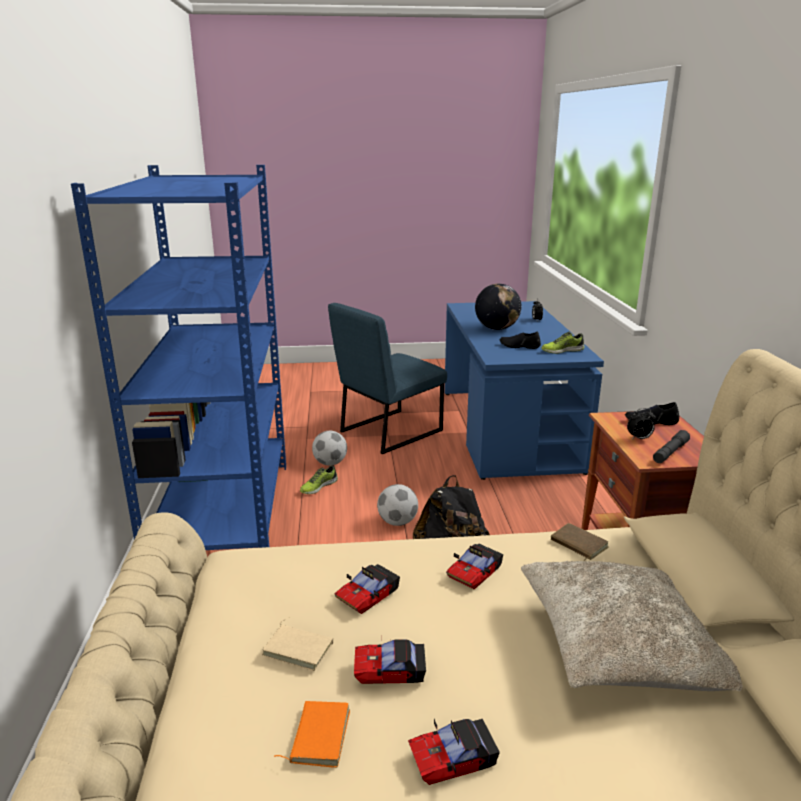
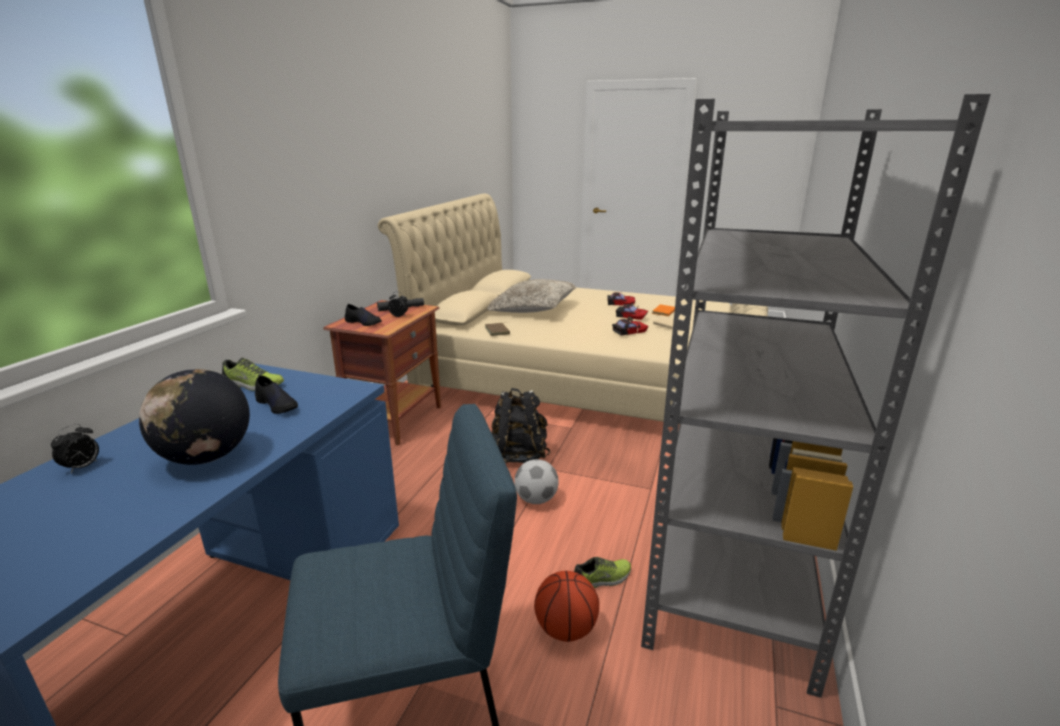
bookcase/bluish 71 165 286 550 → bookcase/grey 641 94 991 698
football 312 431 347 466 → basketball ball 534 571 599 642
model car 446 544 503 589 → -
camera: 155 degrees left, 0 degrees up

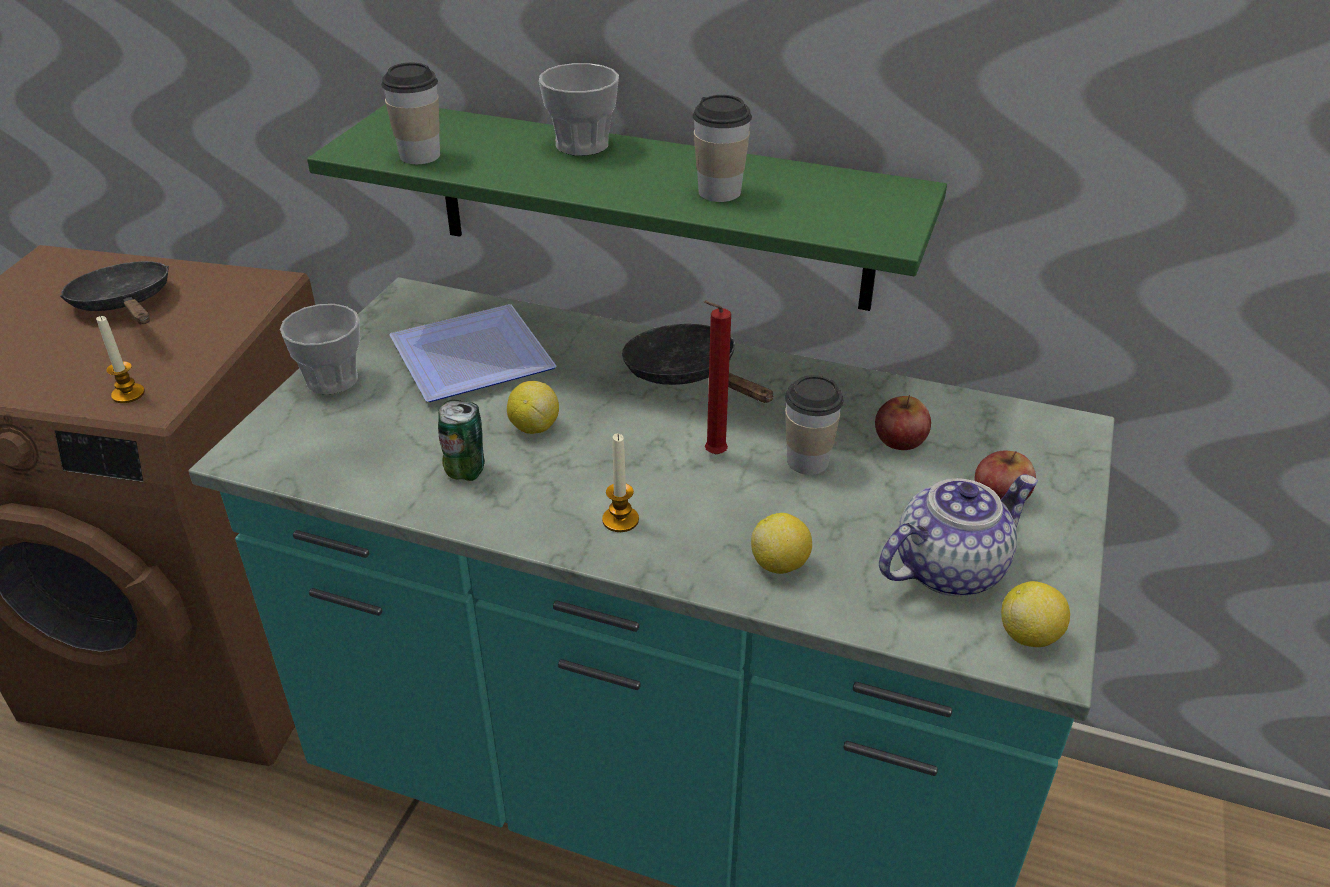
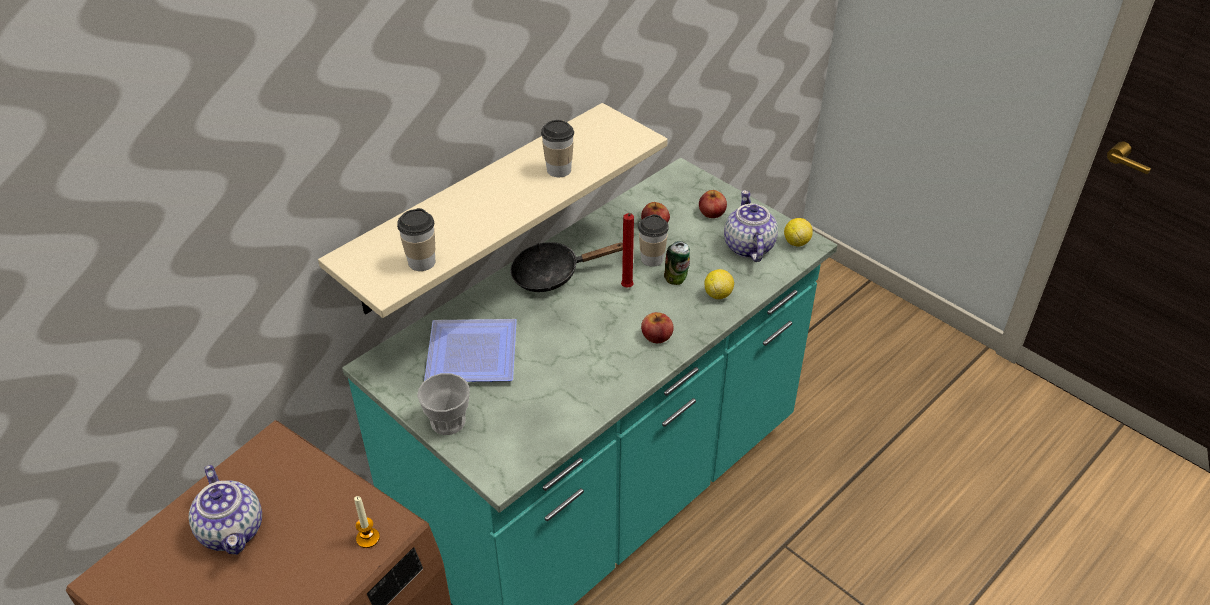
small cup 539 63 619 156 → -
bracket shelf/green-coloured 307 104 947 311 → bracket shelf/sand-coloured 318 103 668 318
pan/blackish 60 261 169 324 → teapot 189 465 262 555
whole lemon 507 381 559 434 → -
metal can 438 400 485 481 → metal can 664 241 690 285, moved
wax light 602 434 639 532 → apple 641 312 674 343
camera: 65 degrees left, 5 degrees up

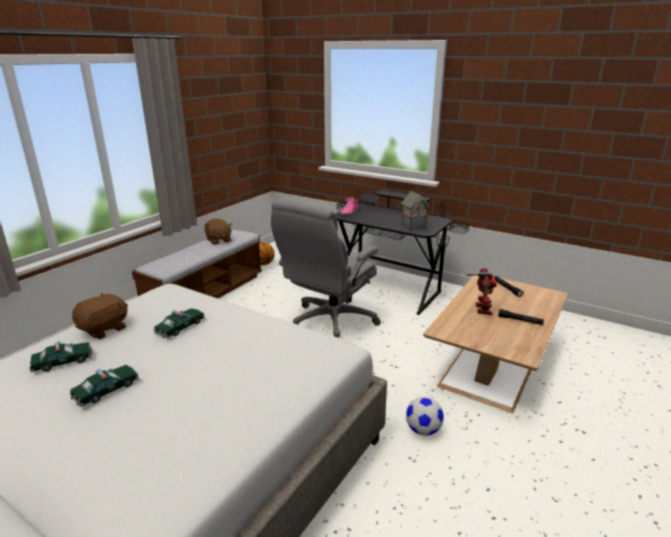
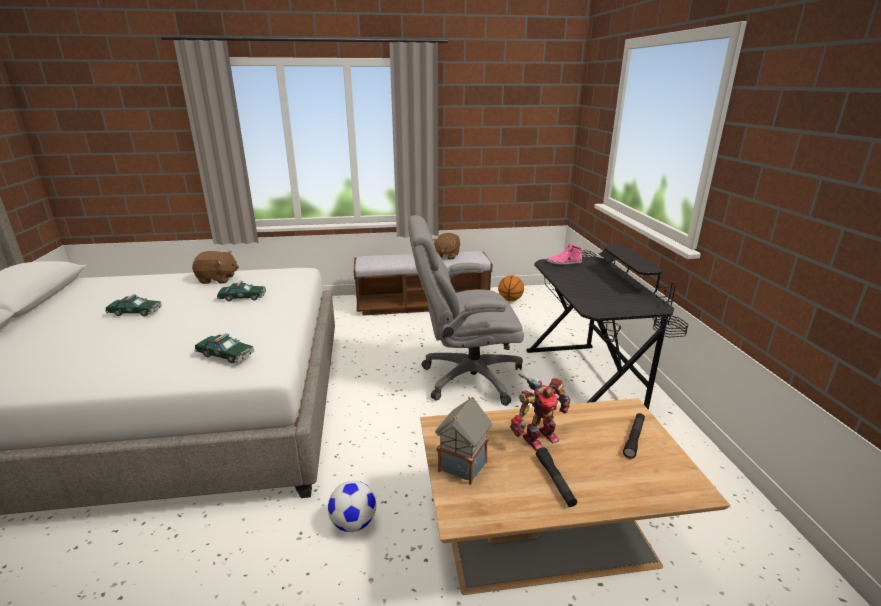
miniature house 401 191 429 231 → miniature house 435 397 492 485, moved
model car 29 342 93 372 → model car 194 333 254 363, moved
camera: 50 degrees right, 0 degrees up

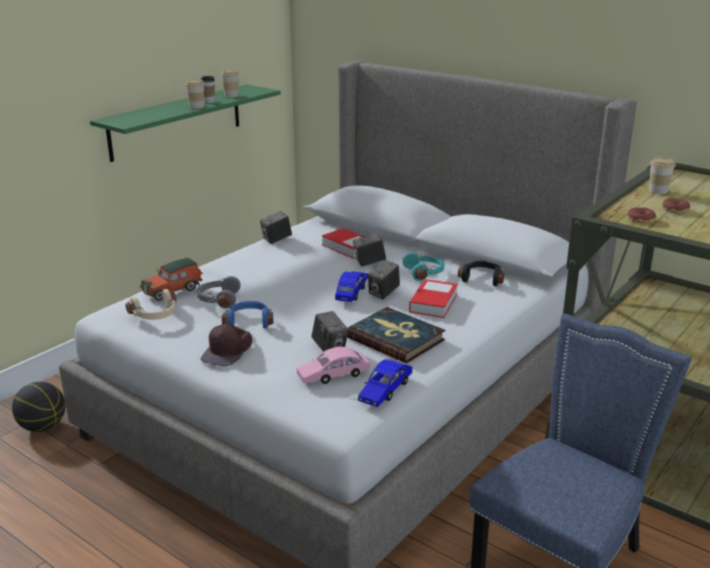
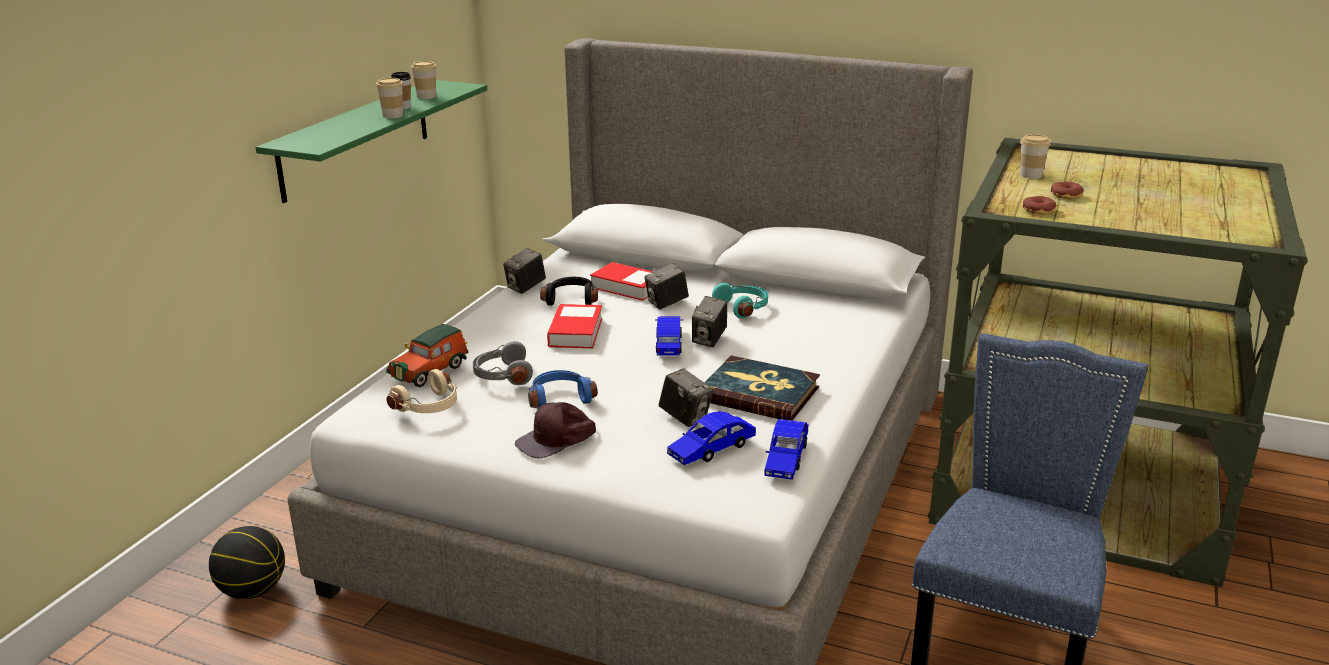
headphones/blackish 458 261 504 286 → headphones/blackish 540 277 598 306, moved
book 409 279 458 318 → book 547 304 602 348, moved
peaked cap/brown-coloured 200 323 252 366 → peaked cap/brown-coloured 515 402 596 458, 45 degrees clockwise
model car/pink-coloured 297 347 370 384 → model car/bluish 667 411 756 465
camera: 15 degrees left, 0 degrees up

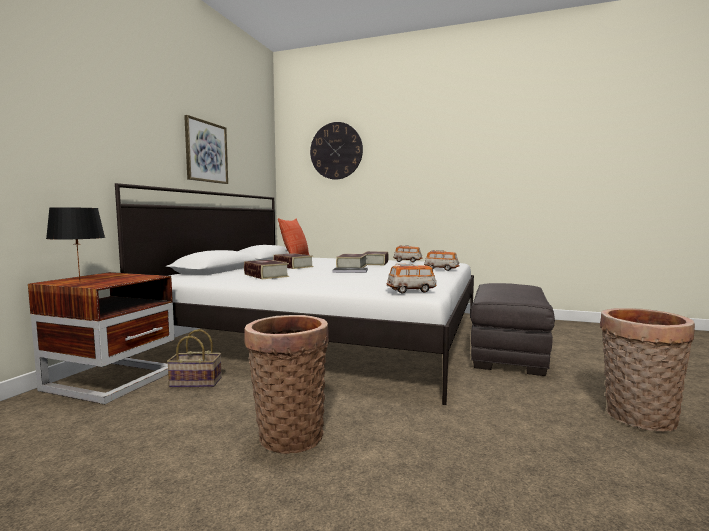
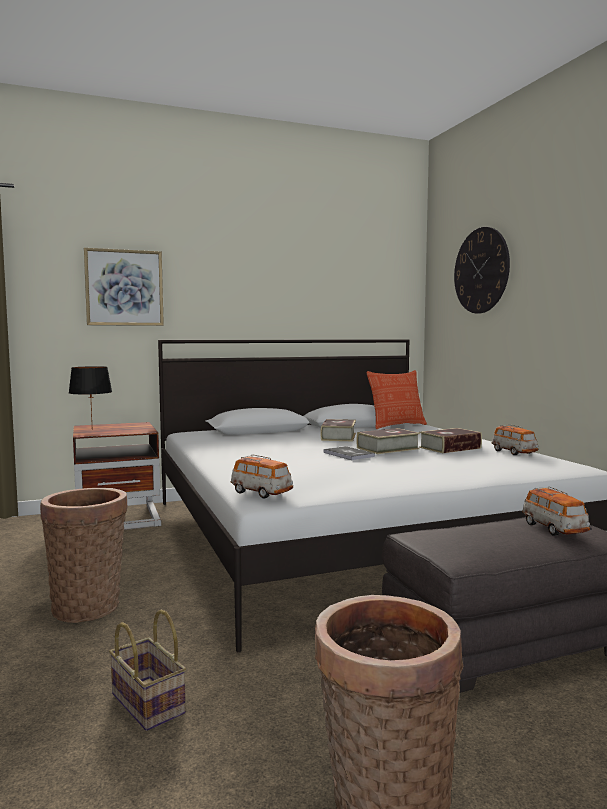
wall picture 184 115 228 184 → wall picture 84 248 164 326, moved
model car 424 250 460 271 → model car 522 486 590 536, moved
book 244 260 289 279 → -
basket 167 329 221 387 → basket 109 610 186 731, moved
camera: 50 degrees right, 0 degrees up

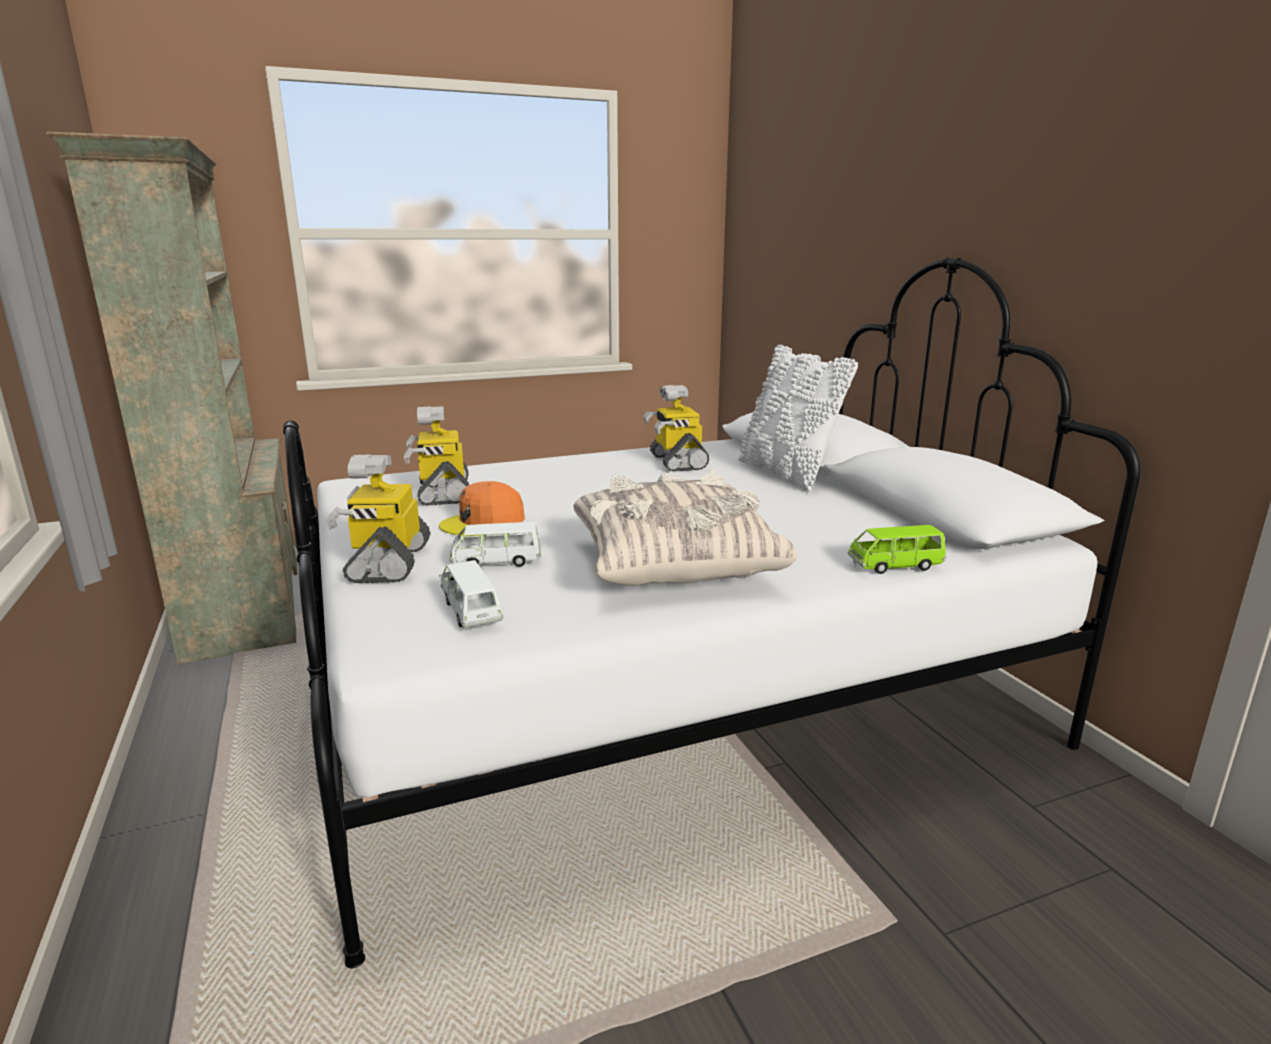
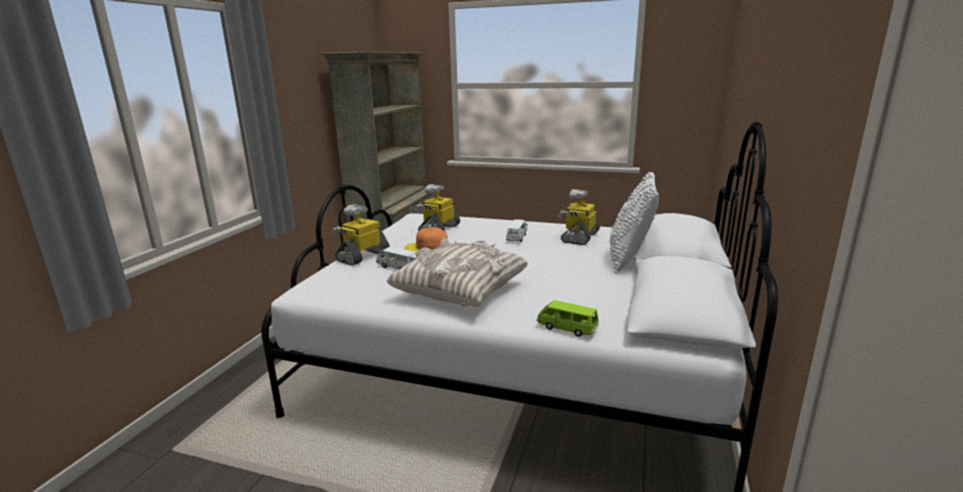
model car/white 439 560 503 628 → model car/white 506 219 528 242, moved
camera: 40 degrees right, 0 degrees up

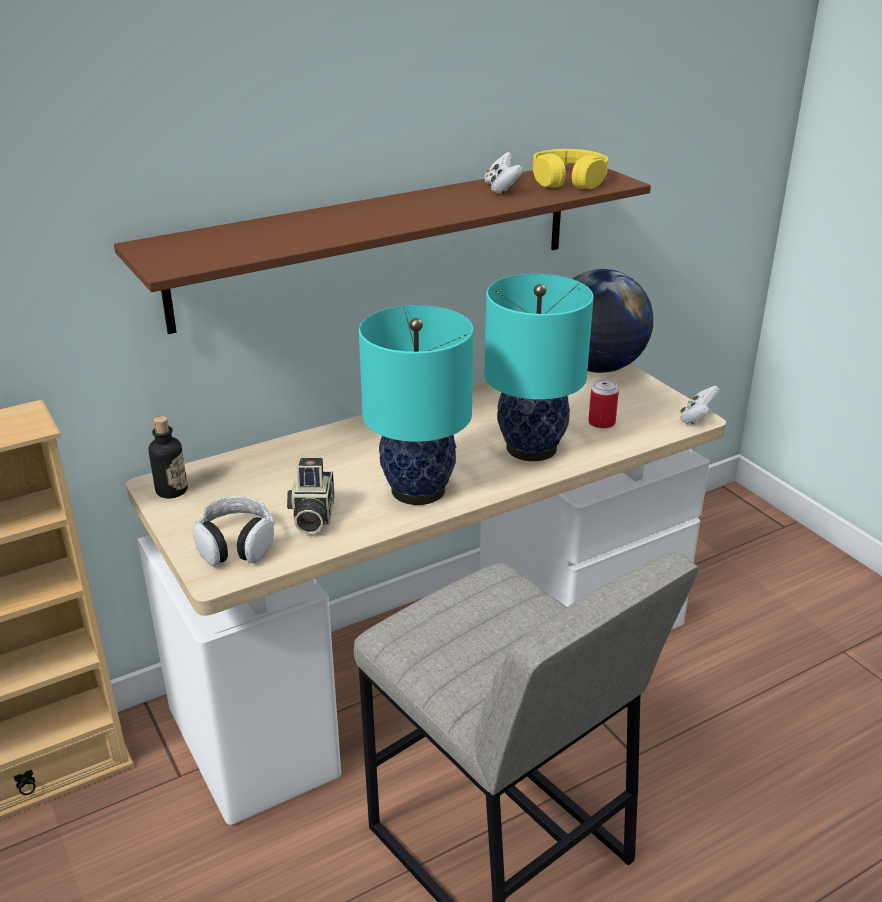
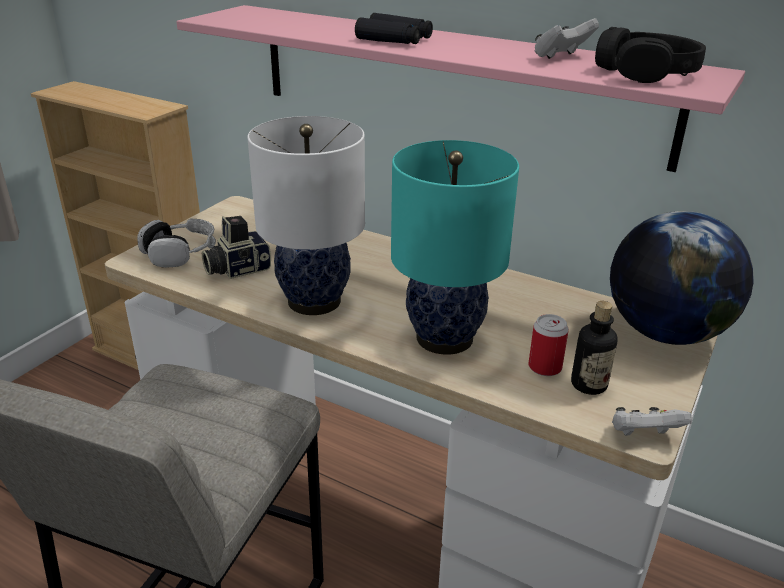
headphones/yellow-coloured 533 149 608 189 → headphones/blackish 595 27 706 83
bracket shelf/brown-coloured 114 164 651 334 → bracket shelf/pink-coloured 176 5 745 172
tabletop lamp/turquoise 359 305 473 505 → tabletop lamp/white 247 116 365 315
bottle 148 416 188 499 → bottle 571 301 617 395, moved
- → pair of binoculars/blackish 355 13 433 44
camera: 60 degrees right, 0 degrees up

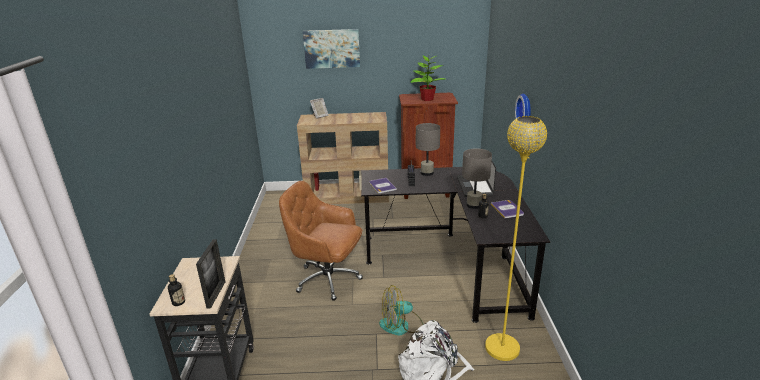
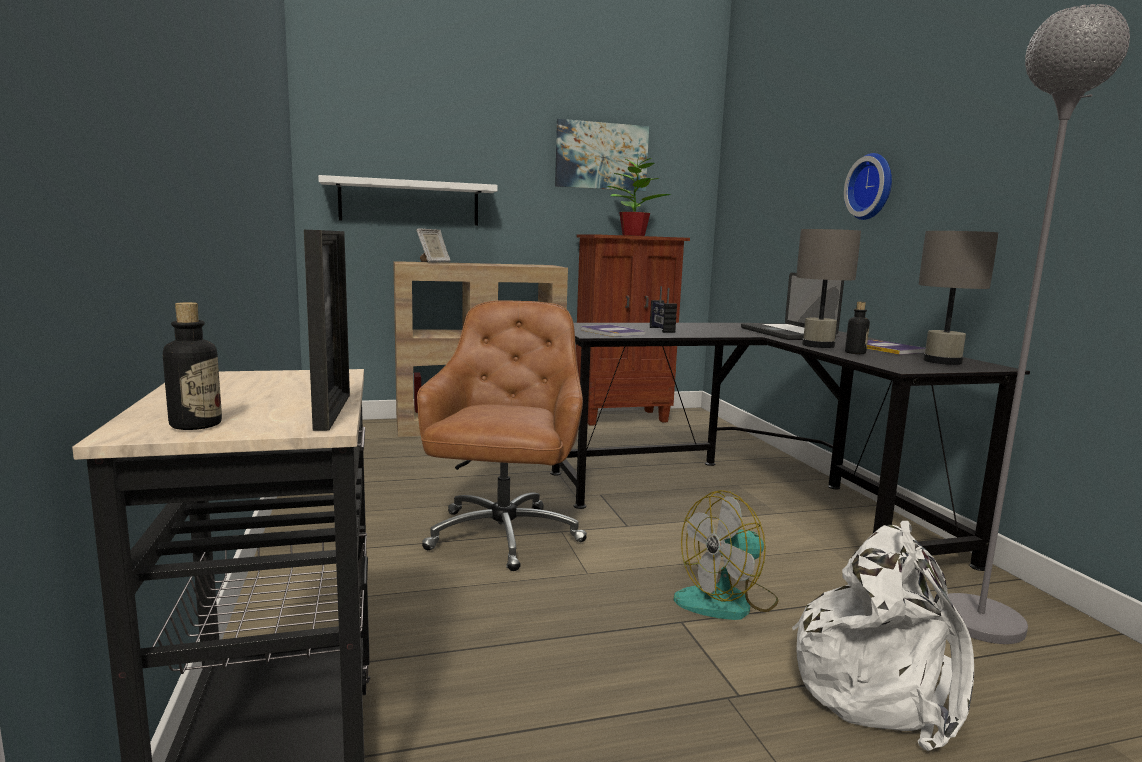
wall picture 303 29 360 69 → wall picture 555 119 649 191, moved
standing lamp/yellow-coloured 485 116 547 361 → standing lamp/grey 948 4 1130 644
tabletop lamp/grey 416 123 440 176 → tabletop lamp/grey 919 231 998 365, moved
desk chair/brown-coloured 279 181 363 301 → desk chair/brown-coloured 417 300 587 571, 90 degrees clockwise
- → bracket shelf/white 318 175 498 226
camera: 15 degrees left, 15 degrees down

